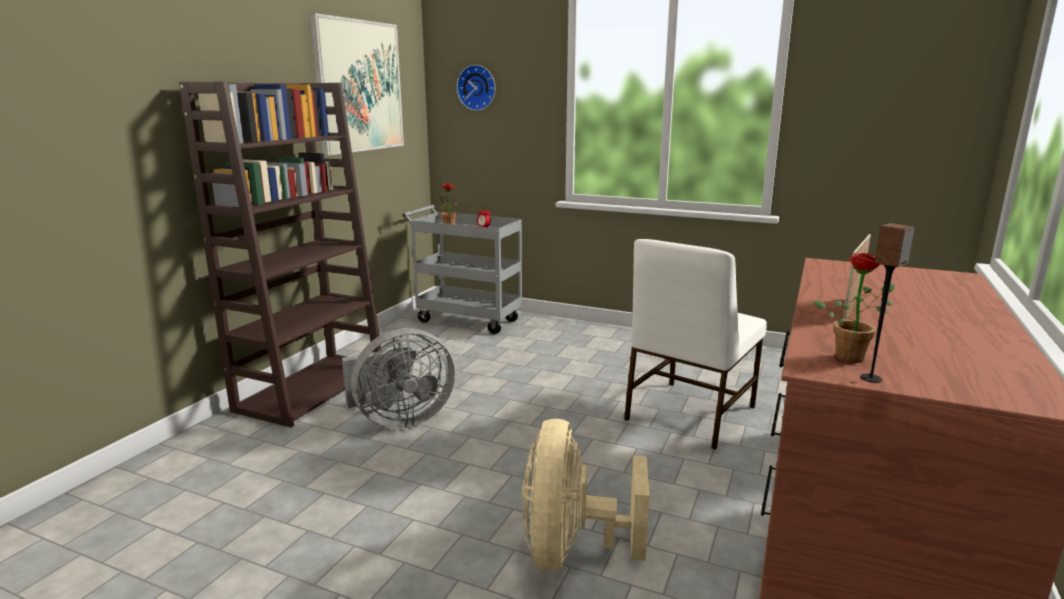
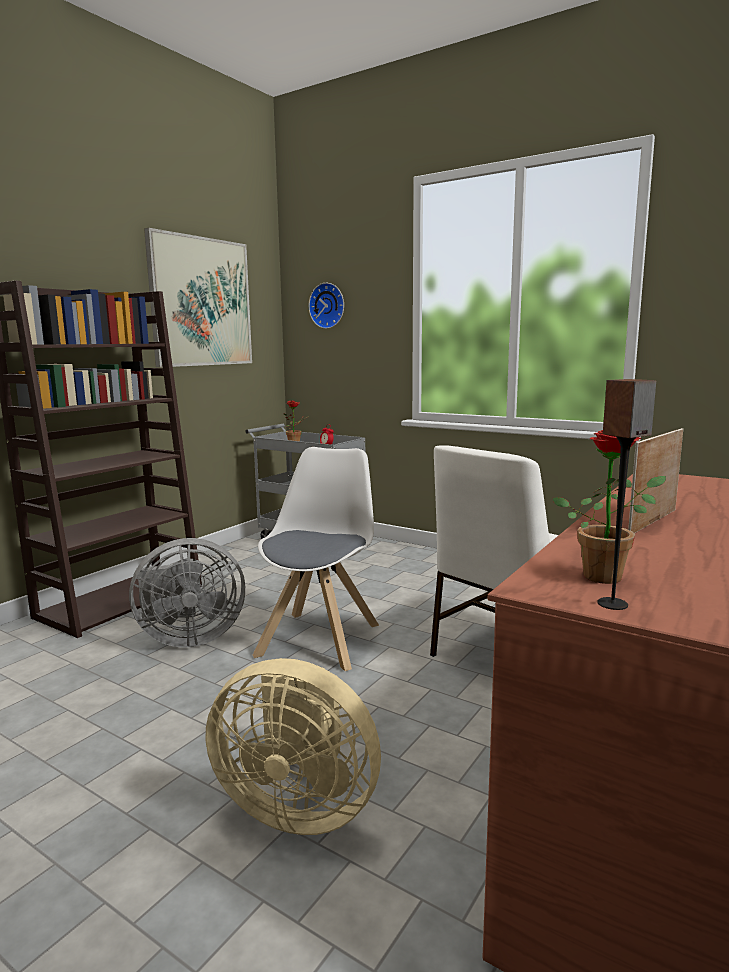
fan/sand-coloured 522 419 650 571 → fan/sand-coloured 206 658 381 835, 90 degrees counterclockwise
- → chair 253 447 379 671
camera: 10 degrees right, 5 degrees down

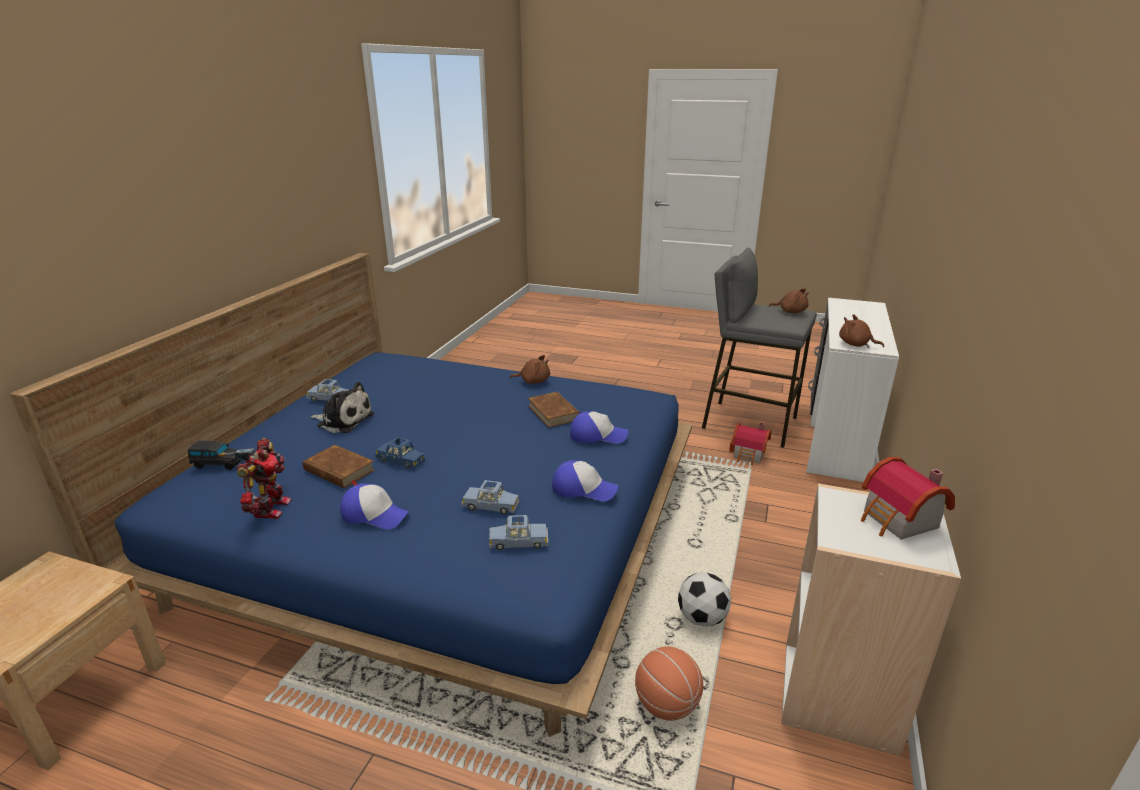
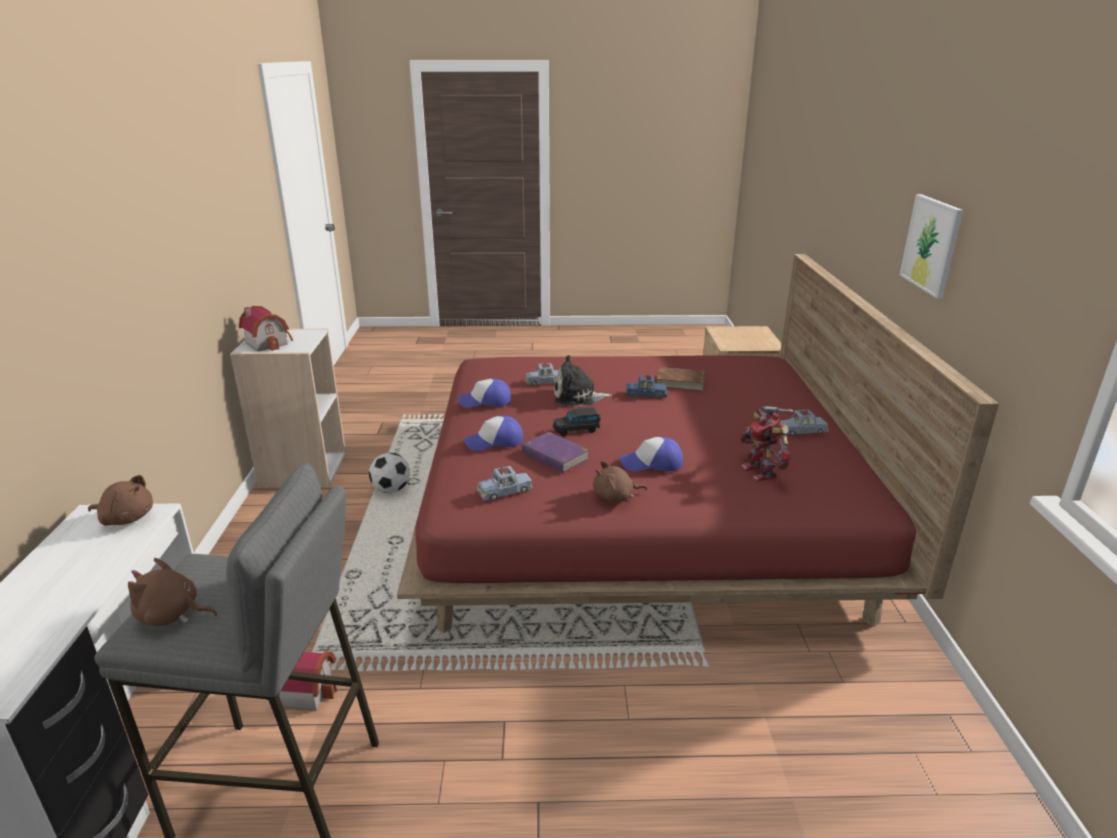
bedroom bed/bluish 10 253 692 737 → bedroom bed/reddish 397 254 999 633
plush toy 310 382 374 433 → plush toy 554 355 612 406, moved
book/brown-coloured 528 392 580 428 → book/purplish 522 432 590 474
model robot 218 438 292 519 → model robot 740 406 794 481, moved
model car/blackish 188 440 242 470 → model car/blackish 553 407 601 437, moved
peaked cap 340 484 409 529 → peaked cap 620 437 683 471, moved
model car/bluish 489 515 548 550 → model car/bluish 477 466 532 501, moved
basketball ball 635 646 703 721 → -
- → wall picture 900 194 963 298
camera: 160 degrees right, 0 degrees up

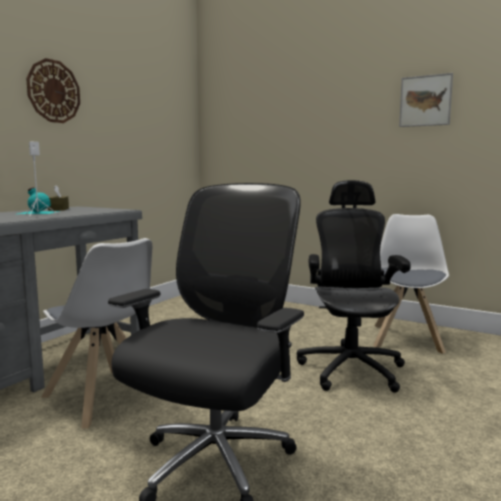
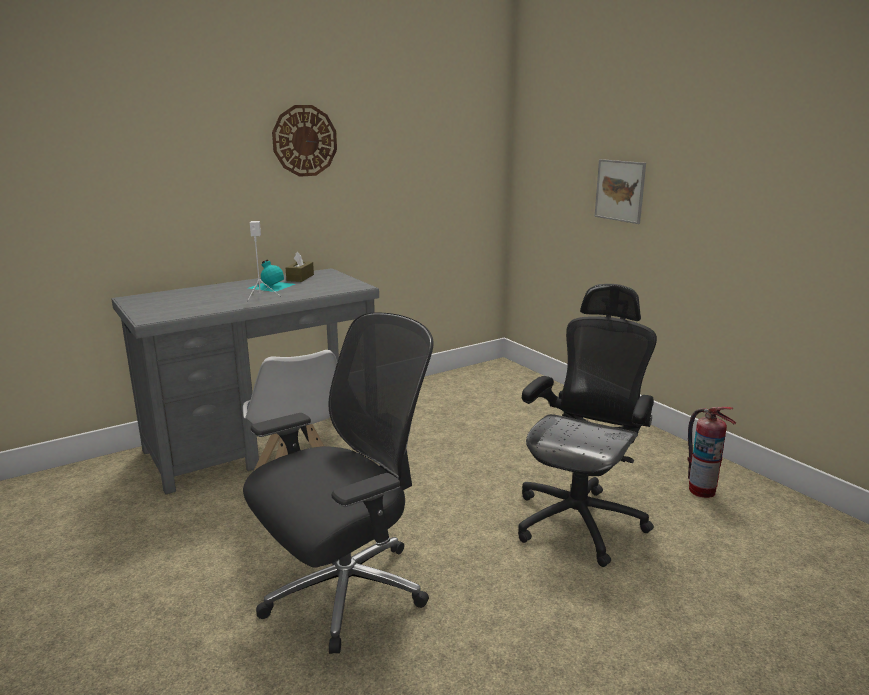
wall picture 399 73 453 127 → wall picture 595 159 646 224, moved
chair 373 214 449 354 → fire-fighting cylinder 687 407 736 498
camera: 25 degrees right, 10 degrees up

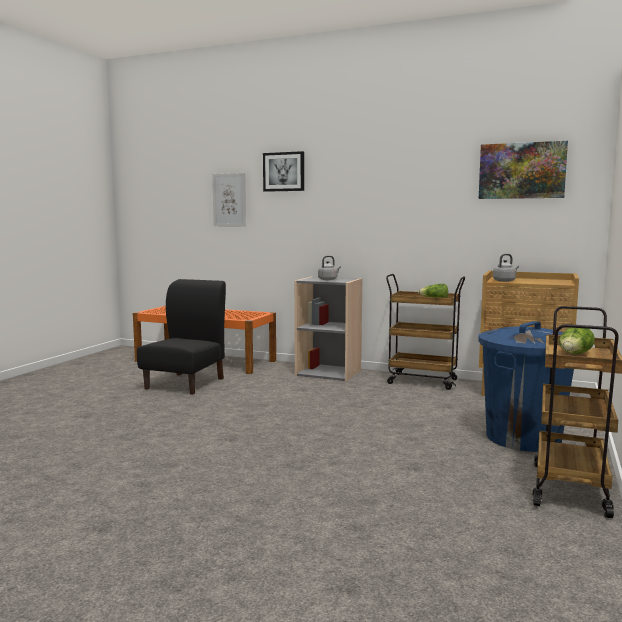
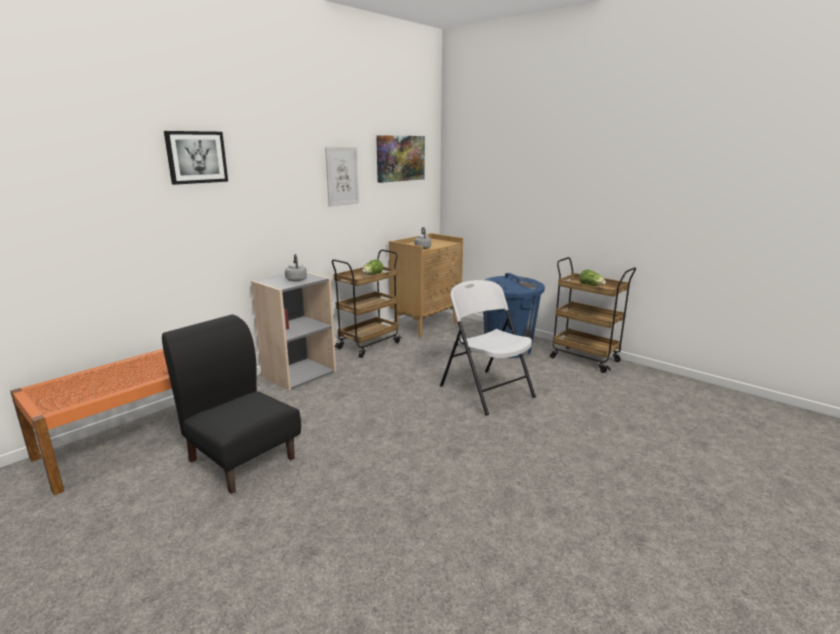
wall picture 212 173 246 227 → wall picture 325 147 359 207, moved
- → chair/white 440 280 536 416
camera: 70 degrees left, 10 degrees up

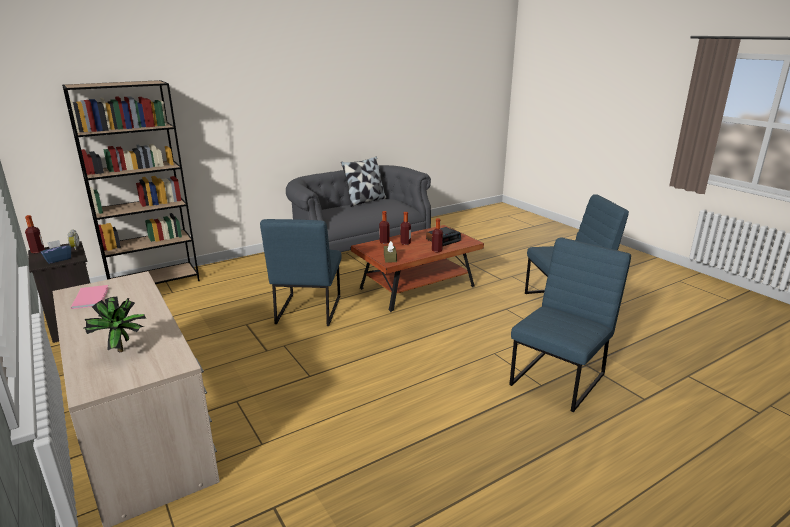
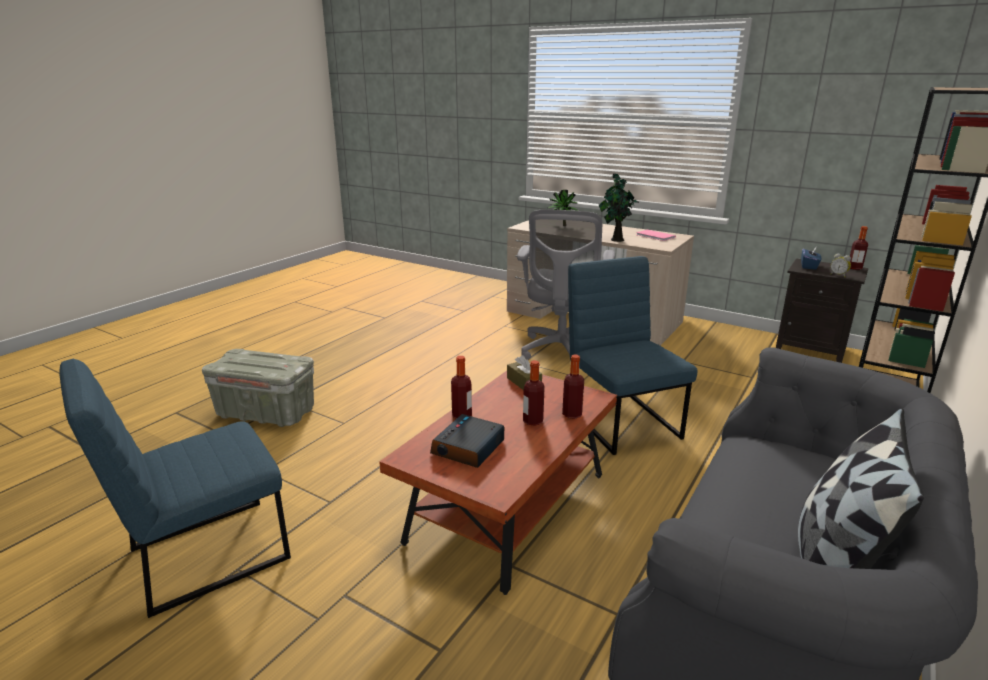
chair/bluish 509 237 631 412 → storage container/grey 202 349 314 427
- → potted plant 599 174 639 242
- → desk chair/grey 517 210 615 369
camera: 155 degrees right, 0 degrees up

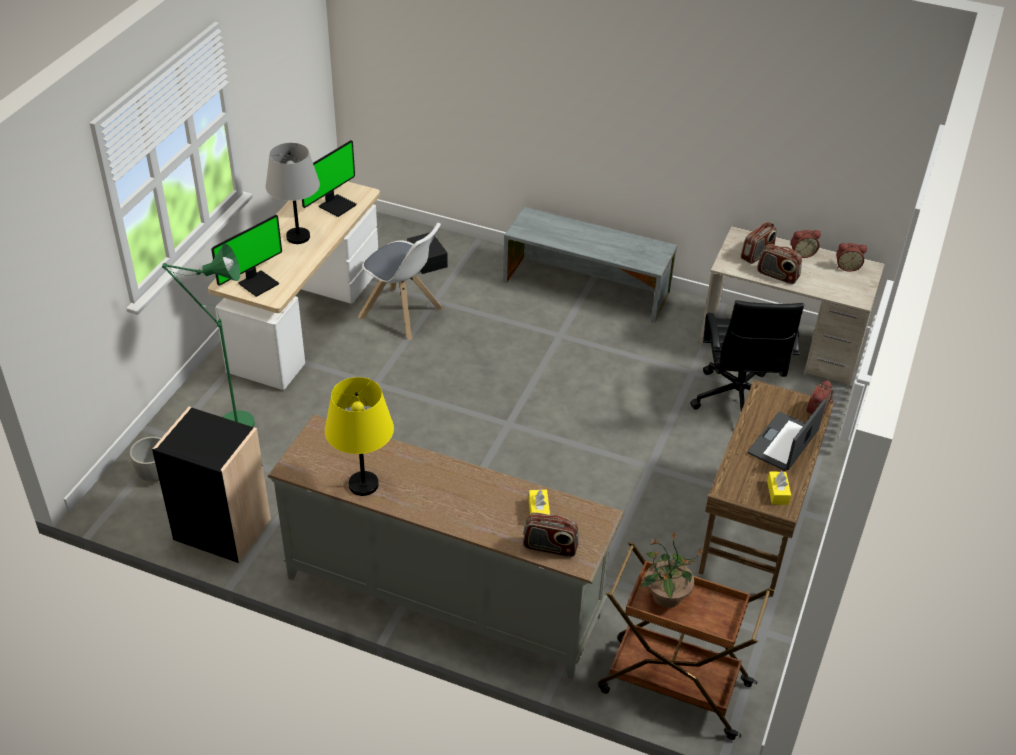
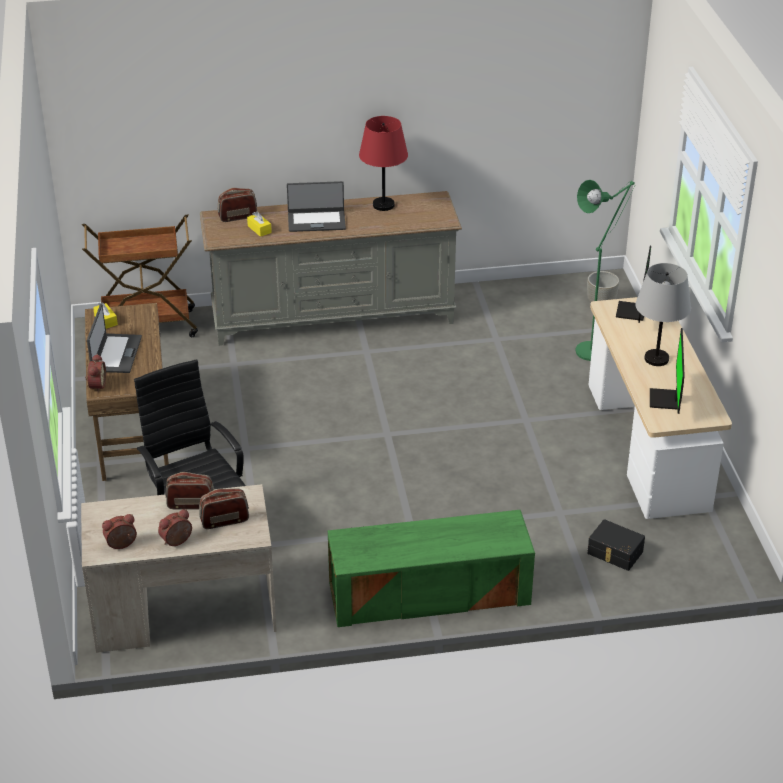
long seat/grey 503 207 677 323 → long seat/green-coloured 328 510 535 627
radio 741 222 777 264 → radio 199 488 249 529, 60 degrees clockwise
chair 358 223 443 340 → -
tabletop lamp/yellow-coloured 325 377 394 496 → tabletop lamp/reddish 359 116 408 211
bookcase/blackish 152 407 271 563 → -
potted plant 640 532 703 608 → -
- → portable computer 287 181 346 232
camera: 150 degrees right, 5 degrees down

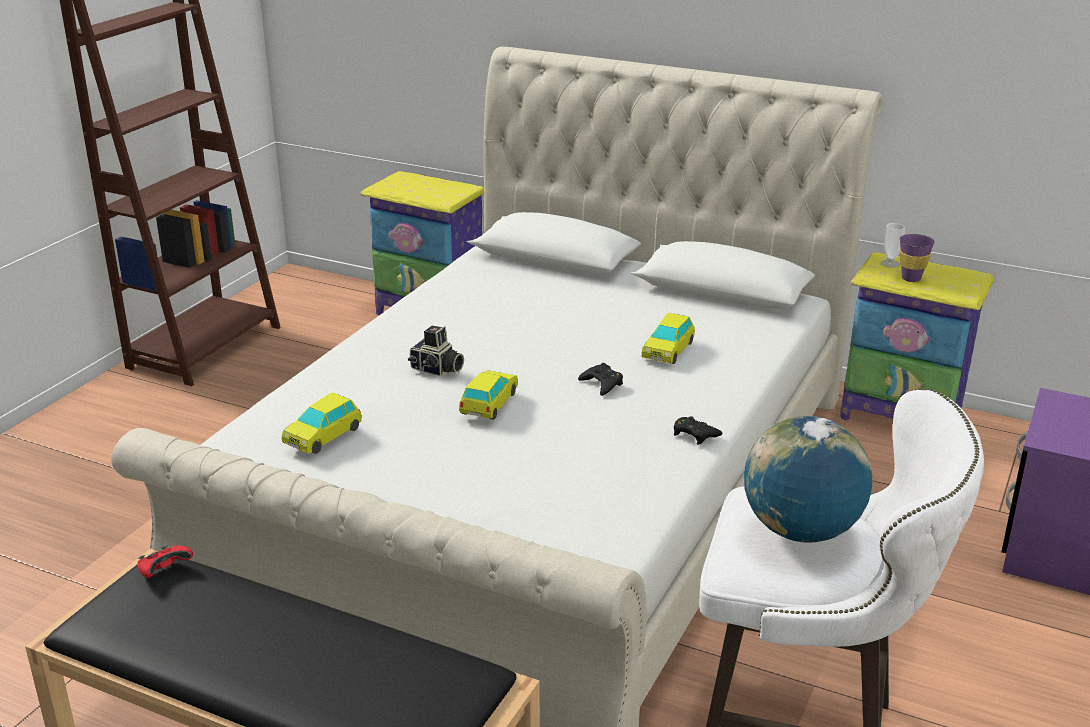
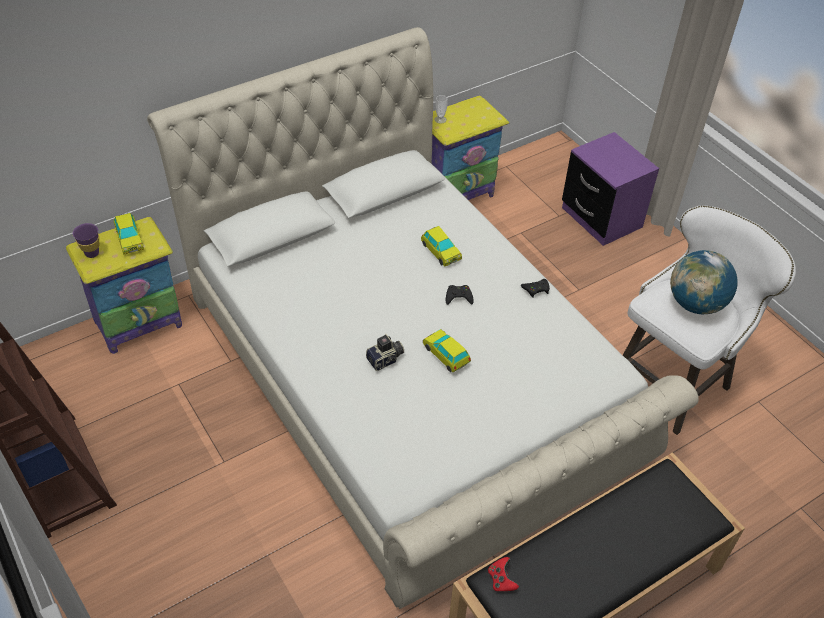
small cup/purplish 899 234 935 282 → small cup/purplish 72 223 99 258, moved
model car 282 393 362 454 → model car 114 213 144 255, moved
camera: 60 degrees left, 20 degrees up

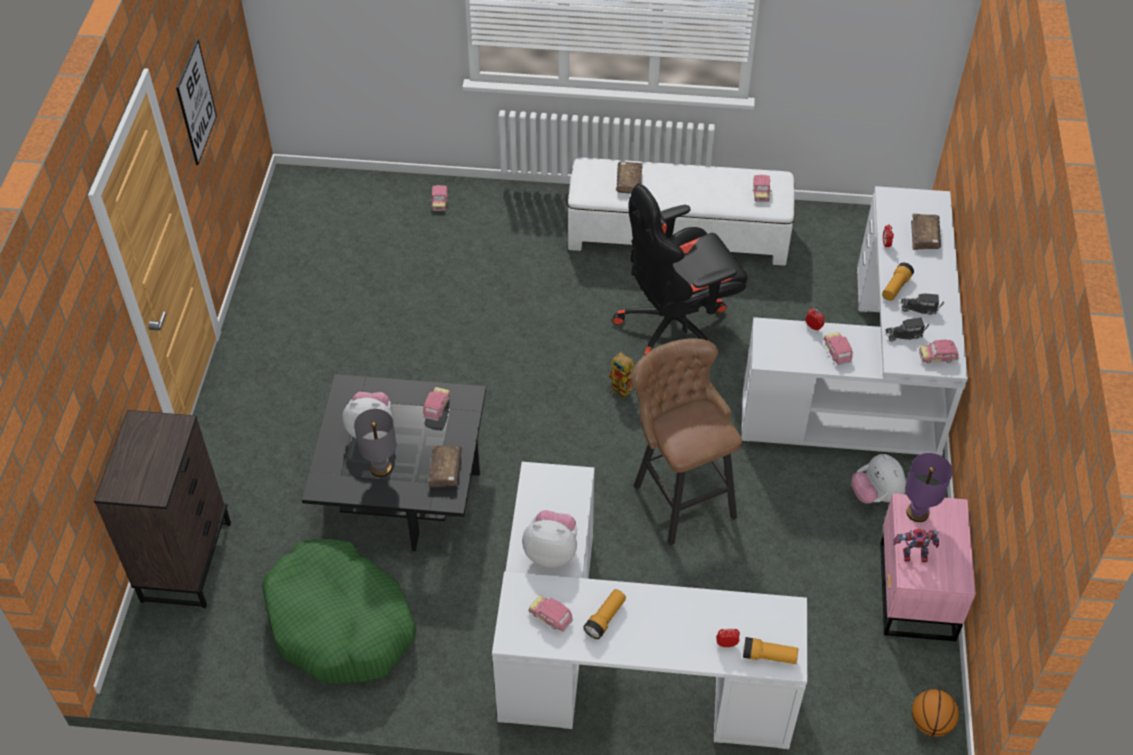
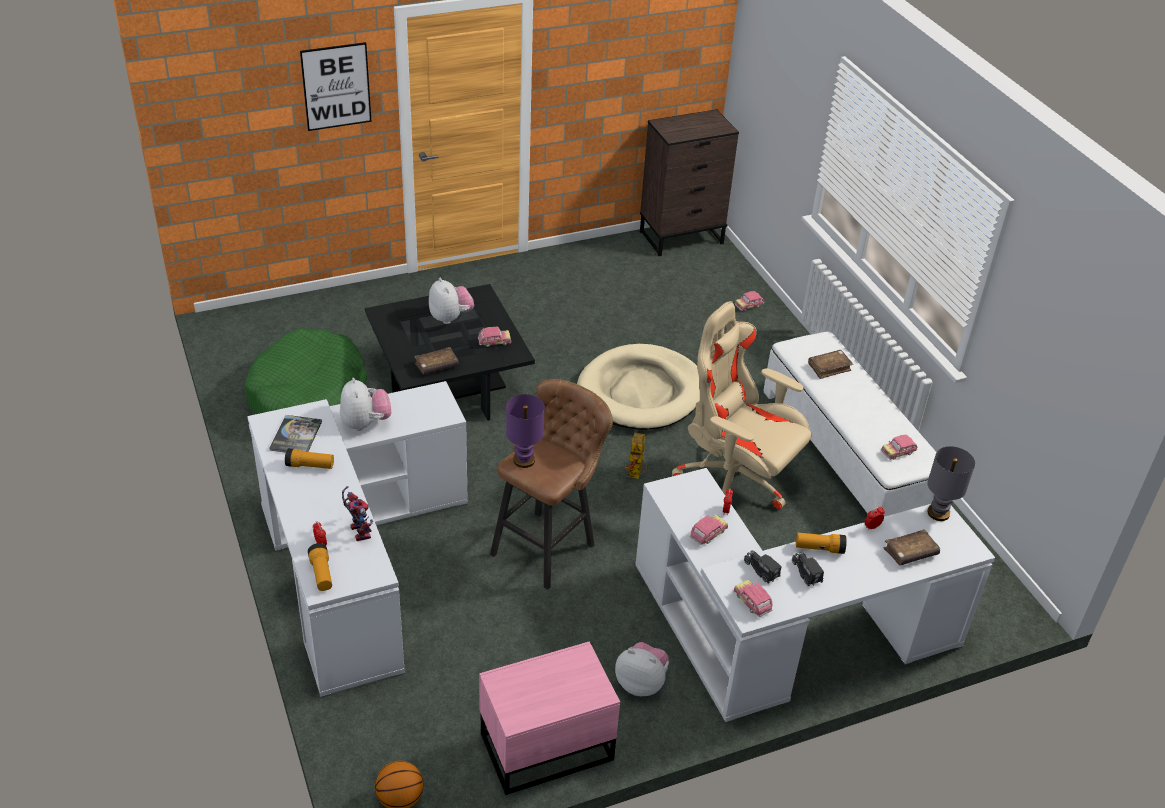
wall picture 176 39 217 165 → wall picture 300 42 372 131, moved
desk chair/blackish 613 184 748 358 → desk chair/sand-coloured 672 301 812 509
tabletop lamp/grey 354 409 397 477 → tabletop lamp/grey 927 446 975 521, moved
drawer chest/brown-coloured 94 410 231 608 → drawer chest/brown-coloured 640 109 739 256, moved
tabletop lamp/purplish 905 453 952 522 → tabletop lamp/purplish 506 394 545 468, moved
plush toy 851 454 906 504 → plush toy 615 642 669 696, 75 degrees clockwise
model robot 893 529 939 562 → model robot 342 486 373 541, moved
model car 529 595 573 632 → book 269 415 322 453
- → dog cushion/sand-coloured 577 344 700 430
camera: 60 degrees right, 10 degrees down

